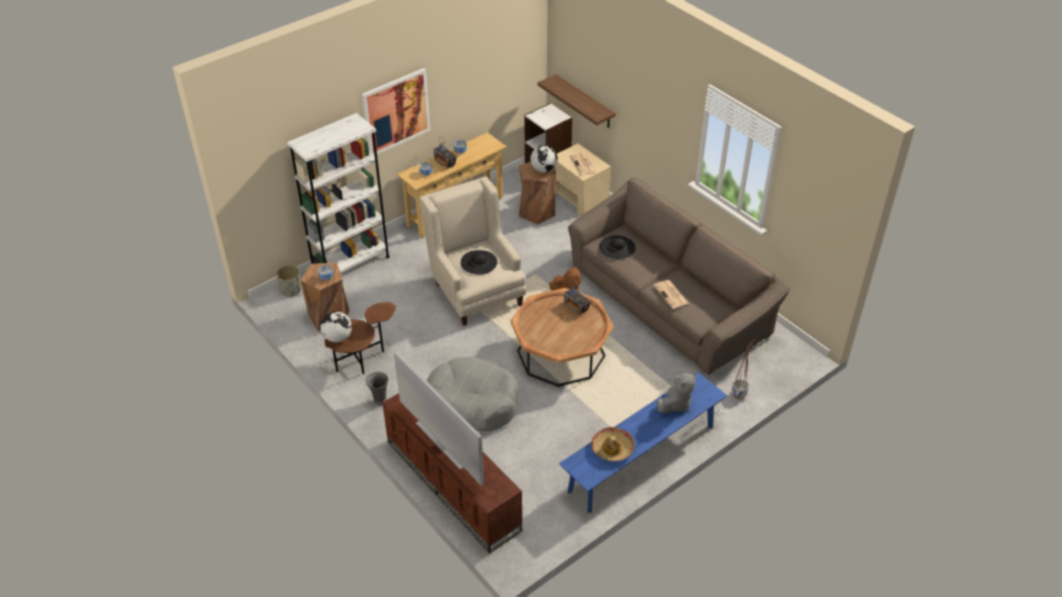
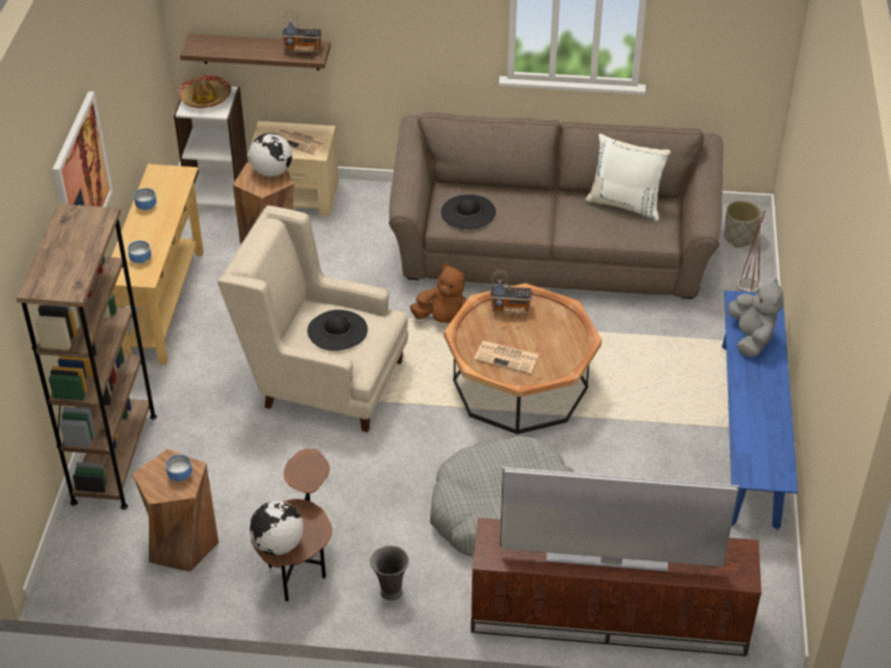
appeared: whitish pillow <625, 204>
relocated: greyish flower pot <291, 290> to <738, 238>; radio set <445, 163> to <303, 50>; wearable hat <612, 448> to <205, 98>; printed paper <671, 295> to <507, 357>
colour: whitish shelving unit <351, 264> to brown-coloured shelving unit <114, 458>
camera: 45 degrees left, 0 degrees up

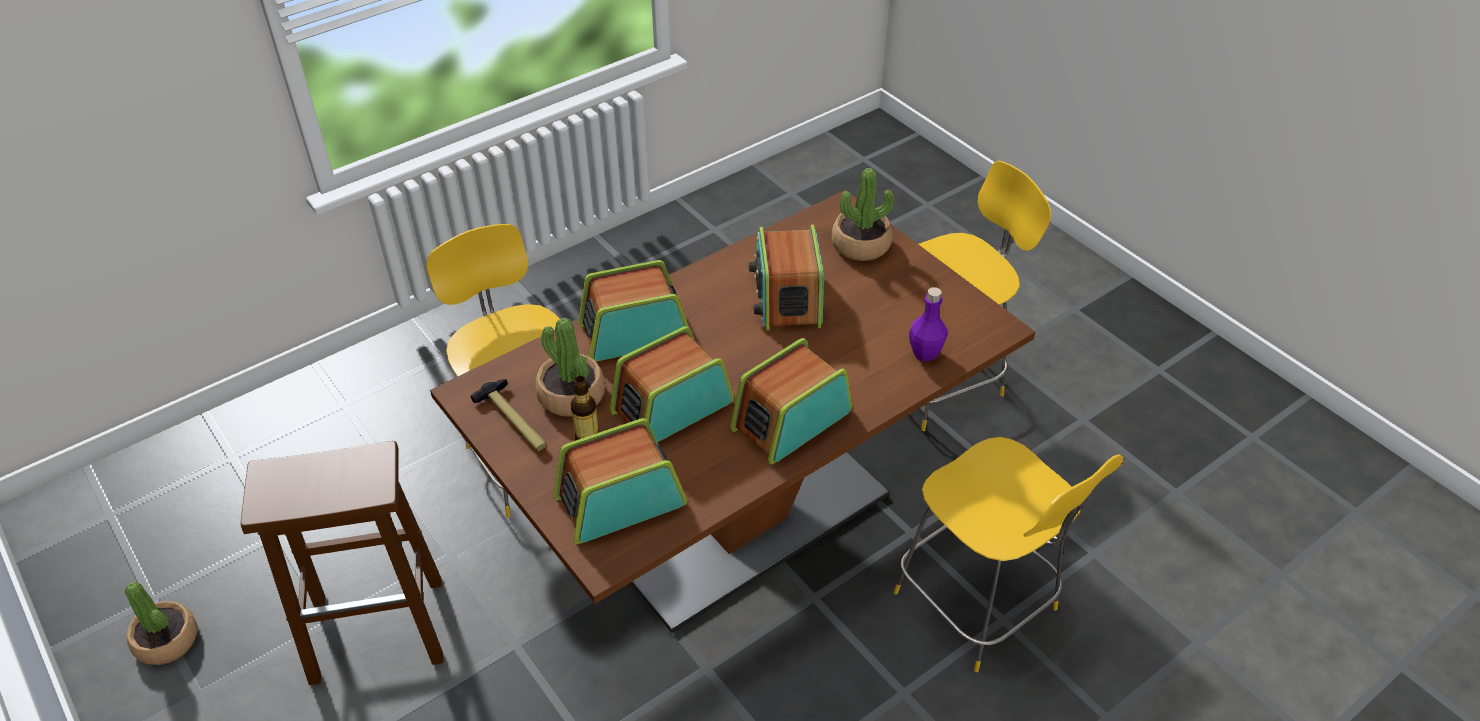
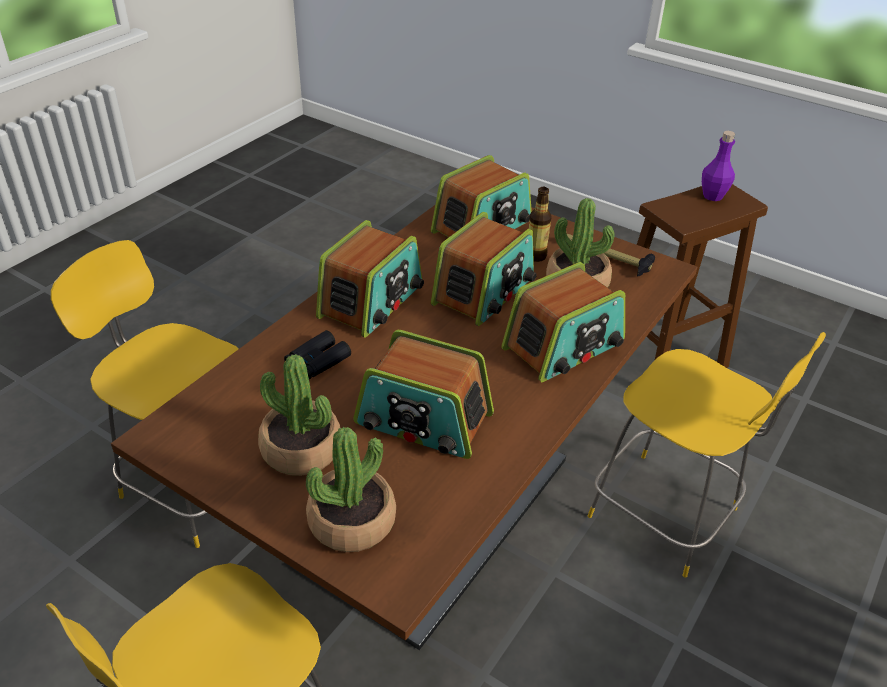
appeared: blackish pair of binoculars <317, 361>
relocated: potted plant <167, 640> to <301, 449>; purple-coloured beverage bottle <925, 353> to <712, 196>
spun: radio set <787, 297> = <423, 420> 135 degrees clockwise
camera: 160 degrees right, 5 degrees down

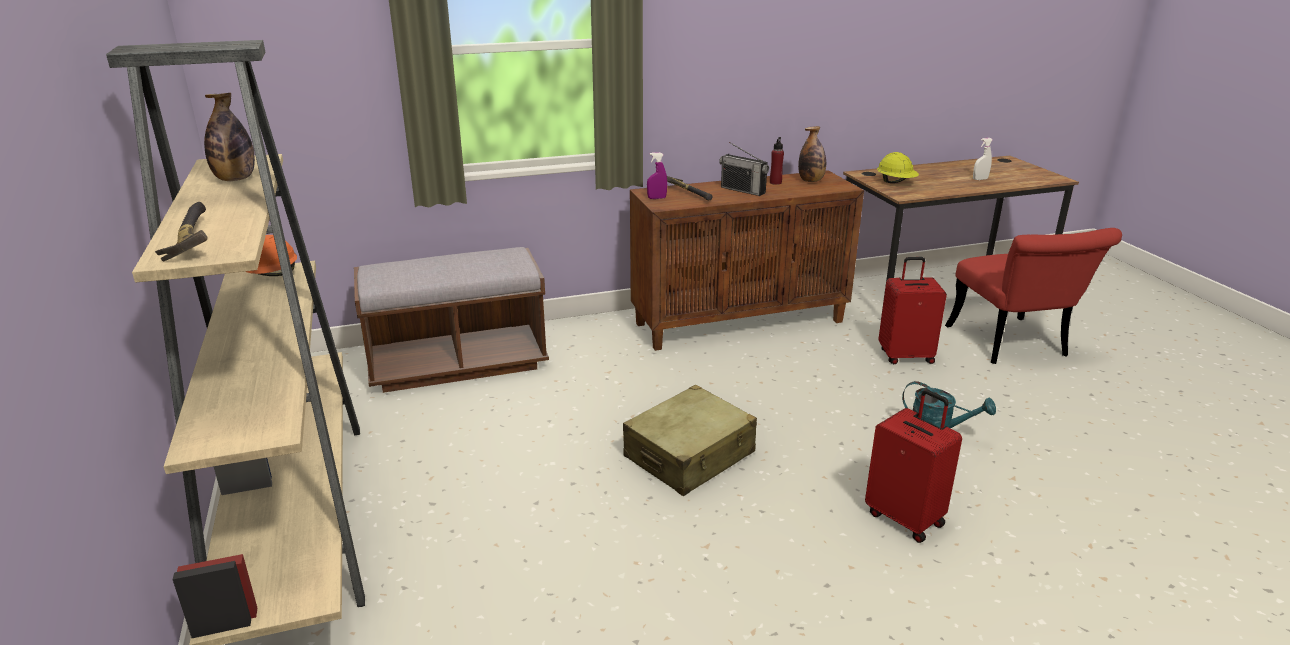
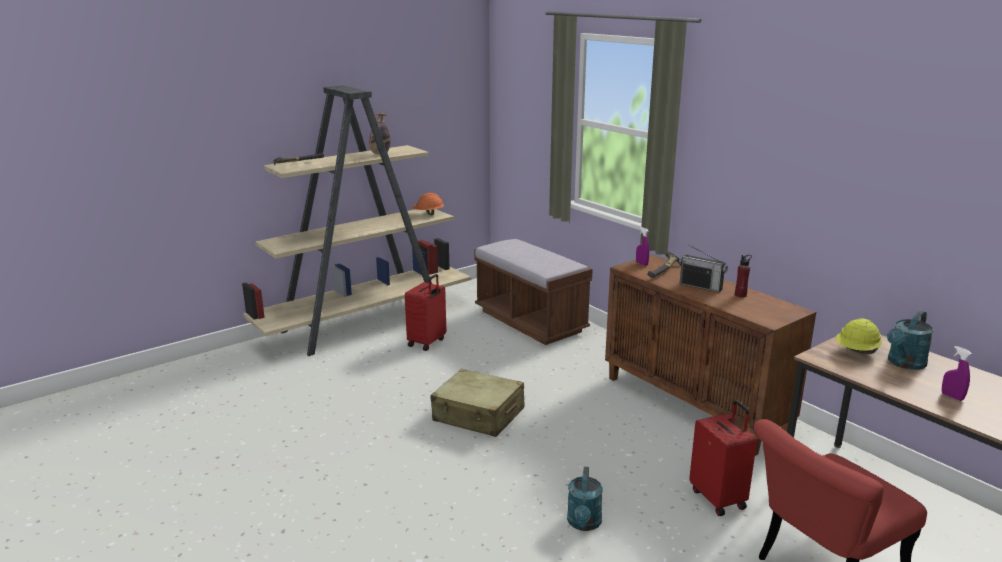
missing: beverage bottle <811, 181>
appeared: turquoise sprinkling can <904, 364>
relocated: red travel case <905, 518> to <427, 342>
colour: whitish spray bottle <980, 179> to purple-coloured spray bottle <952, 397>
spun: radio set <743, 190> = <701, 286> 75 degrees counterclockwise
camera: 70 degrees right, 5 degrees down

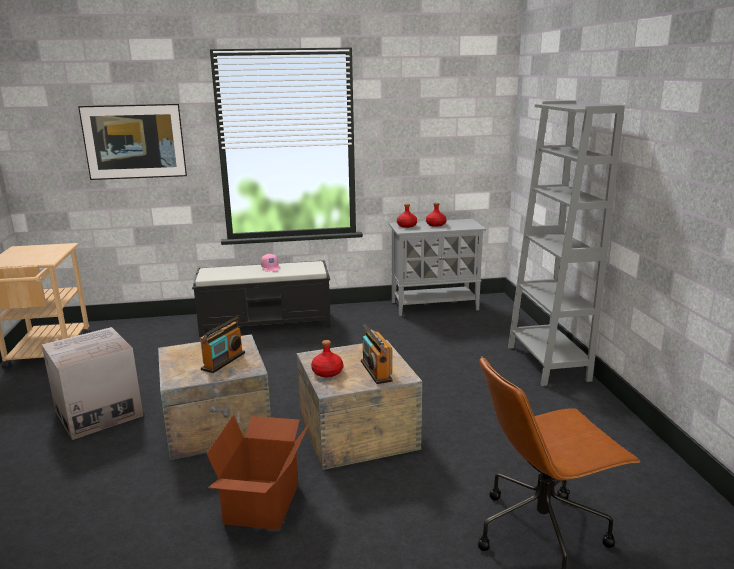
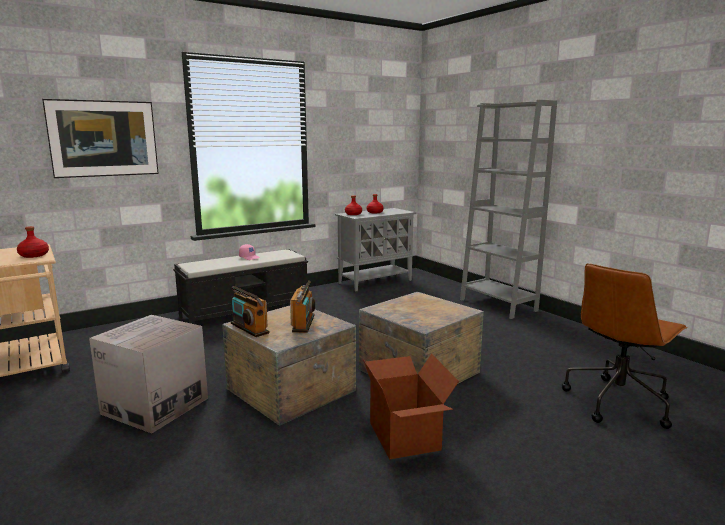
relocated: red beverage bottle <327, 372> to <34, 255>; radio set <375, 371> to <249, 328>
camera: 25 degrees left, 5 degrees down

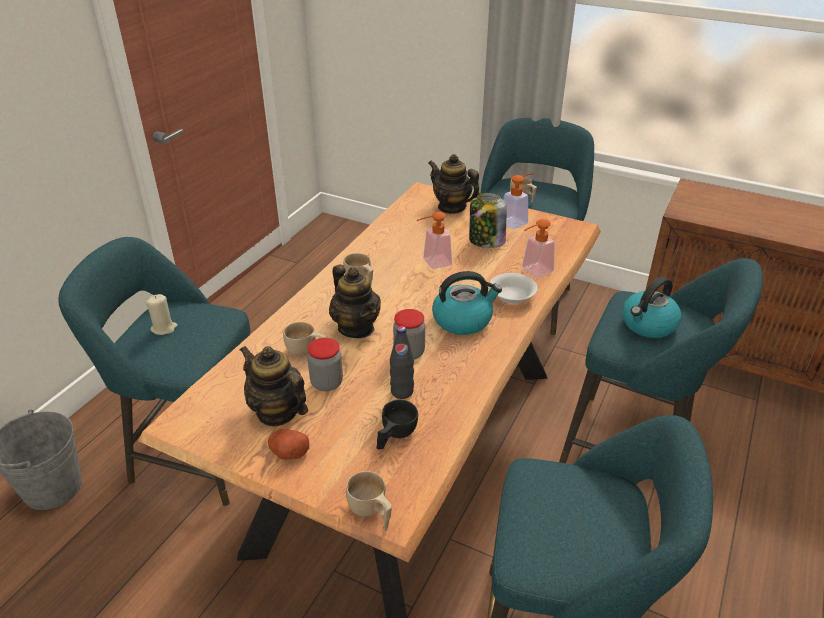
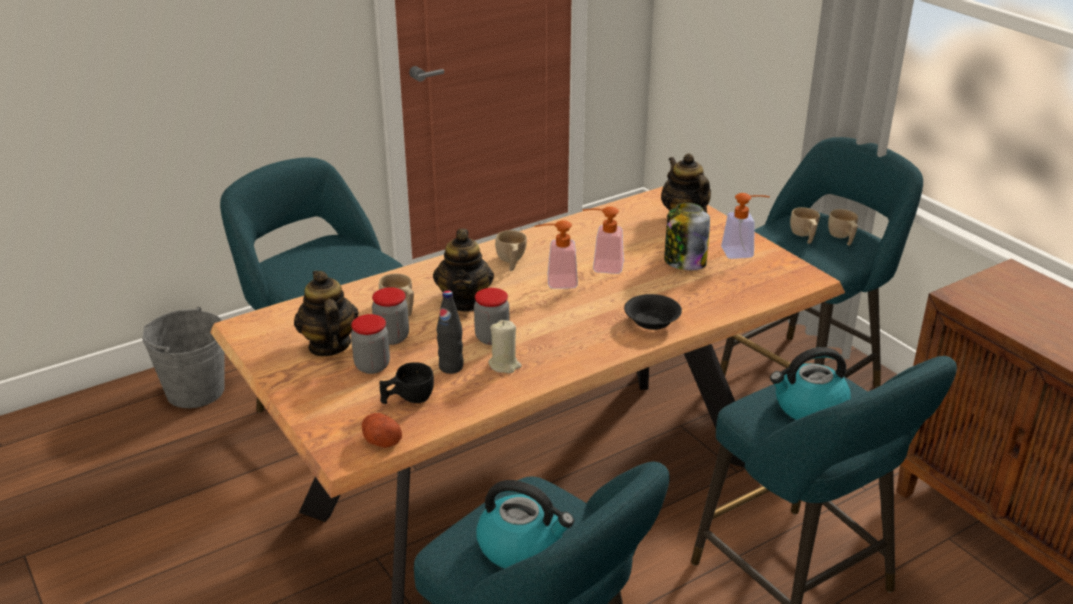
appeared: storage jar <372, 366>
relocated: beige-coloured wax candle <164, 328> to <504, 365>; spud <288, 452> to <381, 440>; beige-coloured drinking cup <371, 512> to <842, 238>; kettle <463, 320> to <521, 546>; soap bottle <533, 271> to <555, 282>
colour: whitish bowl <512, 297> to blackish bowl <651, 322>
camera: 30 degrees right, 5 degrees down

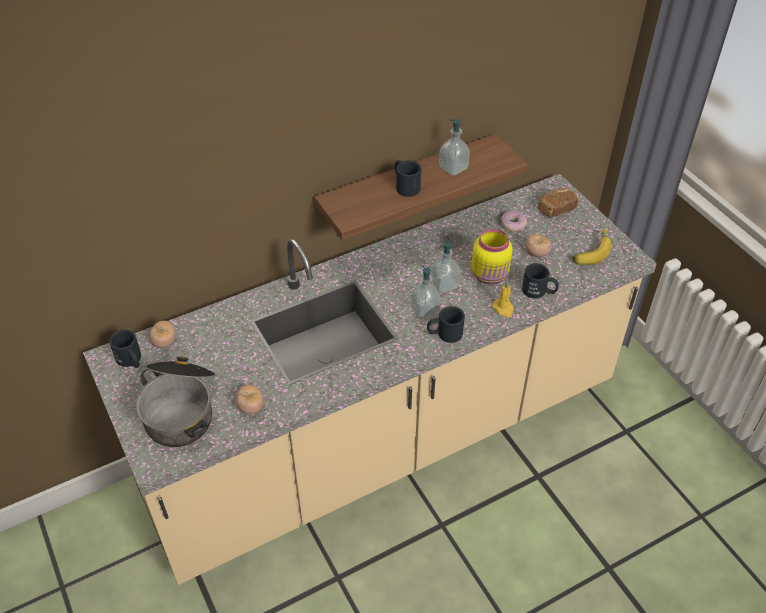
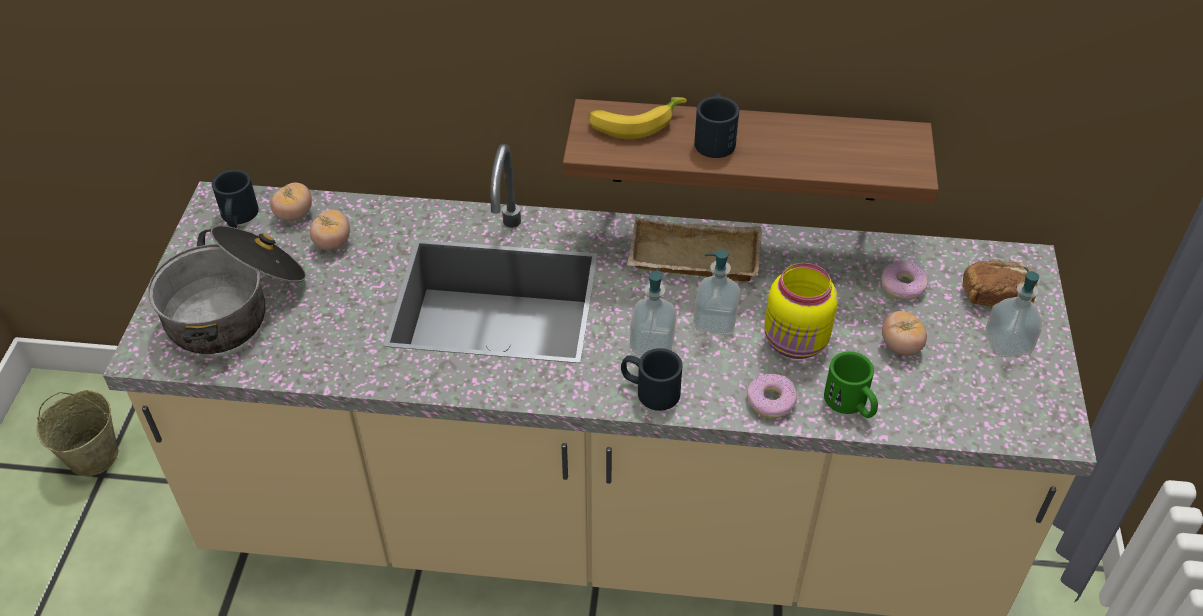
appeared: beige-coloured bucket <94, 455>; beige-coloured carrying tray <692, 260>
relocated: fresh tomato <251, 407> to <332, 243>; soap bottle <453, 168> to <1007, 343>; banana <591, 252> to <635, 122>
exchanged: yellow wax candle <503, 309> to doughnut <770, 401>
colour: blackish mug <539, 291> to green mug <851, 404>
camera: 35 degrees right, 0 degrees up

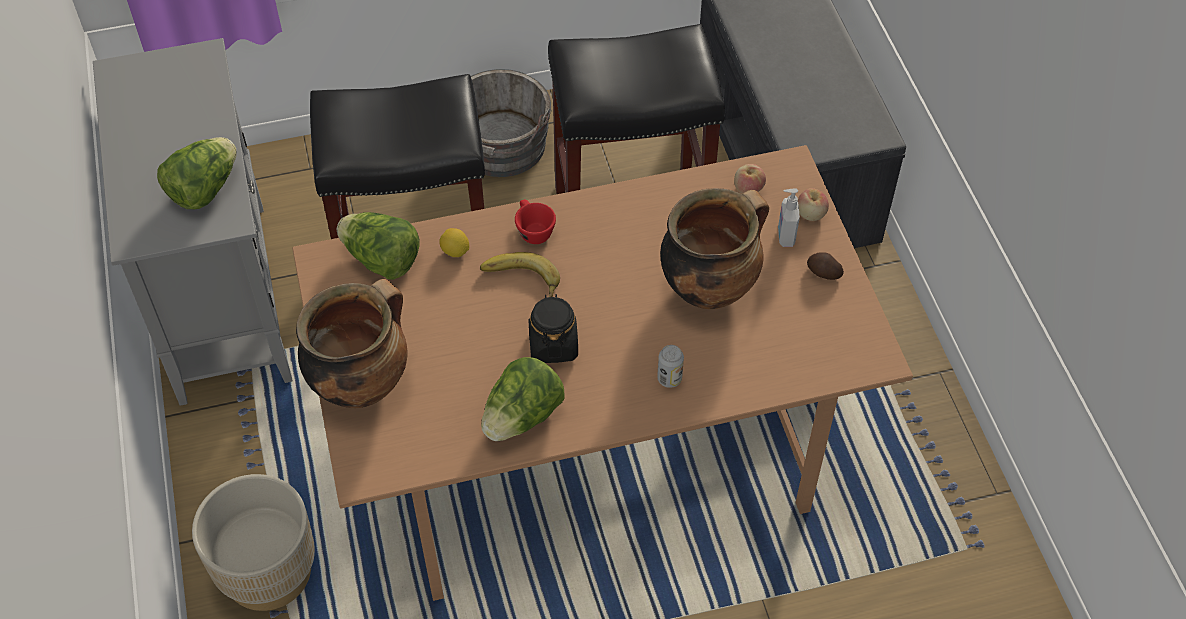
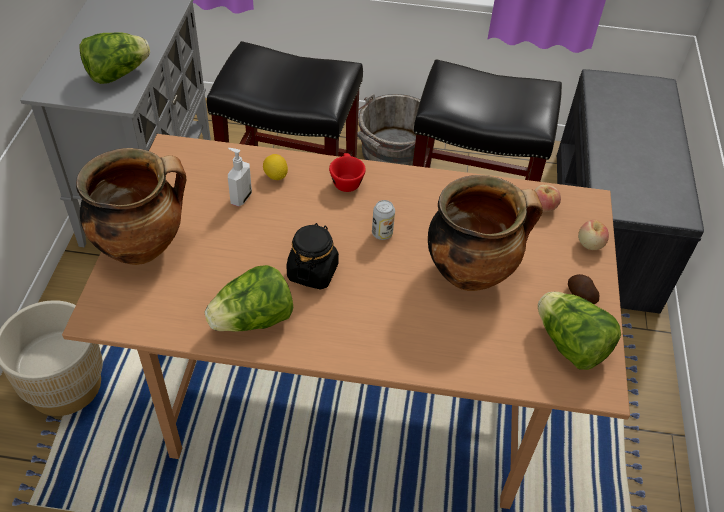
missing: banana <520, 281>
relocated: lettuce head <381, 260> to <570, 345>; sealed can <669, 379> to <382, 233>; soap bottle <785, 236> to <240, 198>
camera: 20 degrees right, 5 degrees down

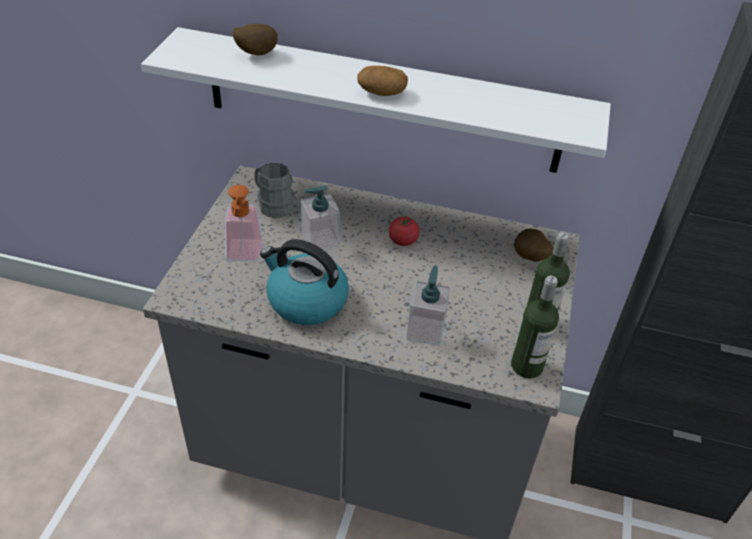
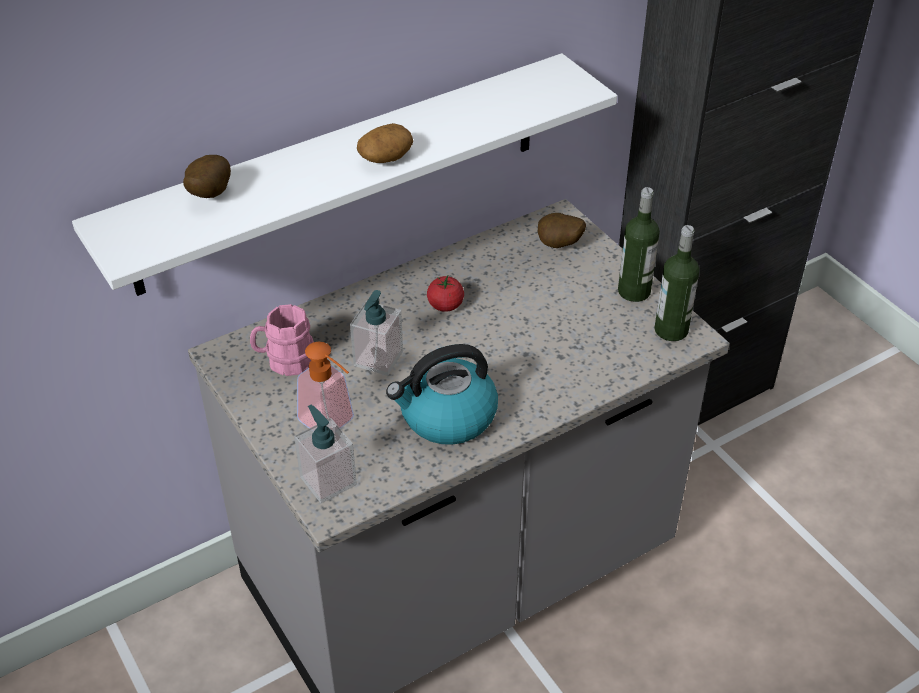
relocated: soap bottle <425, 330> to <328, 480>
colour: greyish mug <273, 205> to pink mug <284, 361>
camera: 45 degrees left, 0 degrees up

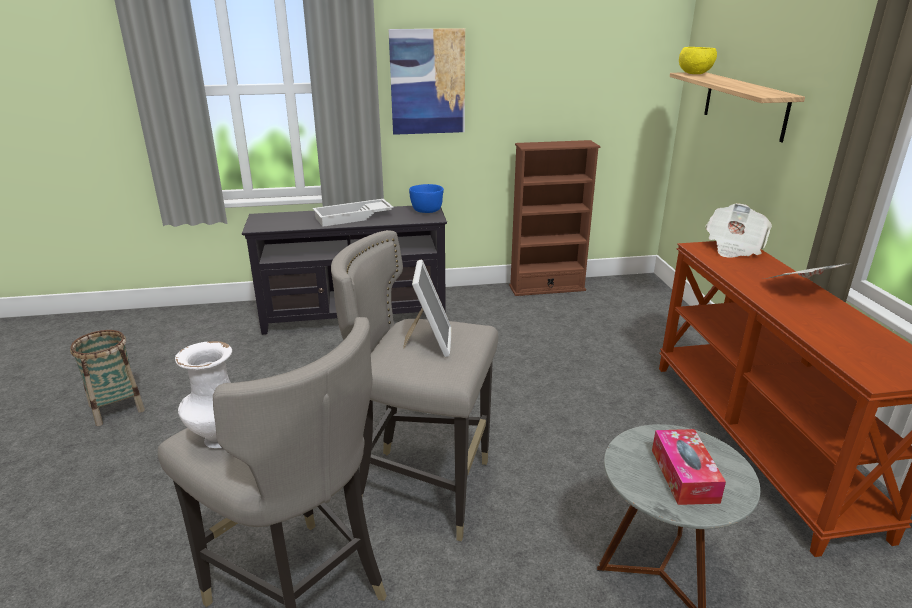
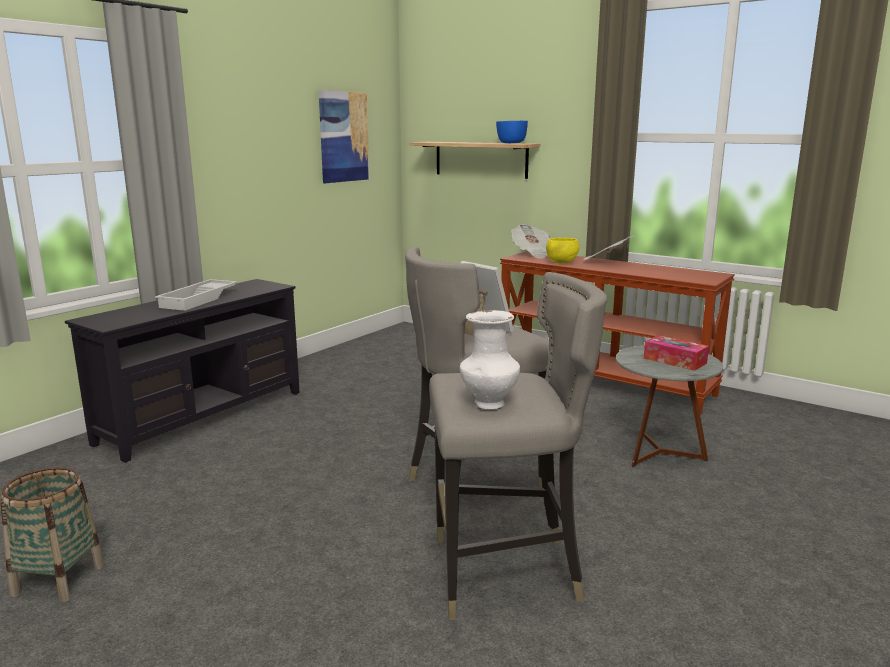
missing: brown-coloured shelving unit <547, 288>
relocated: wall art <427, 82> to <343, 137>; blue bowl <426, 211> to <511, 143>; yellow bowl <694, 73> to <561, 262>
camera: 45 degrees left, 10 degrees down

